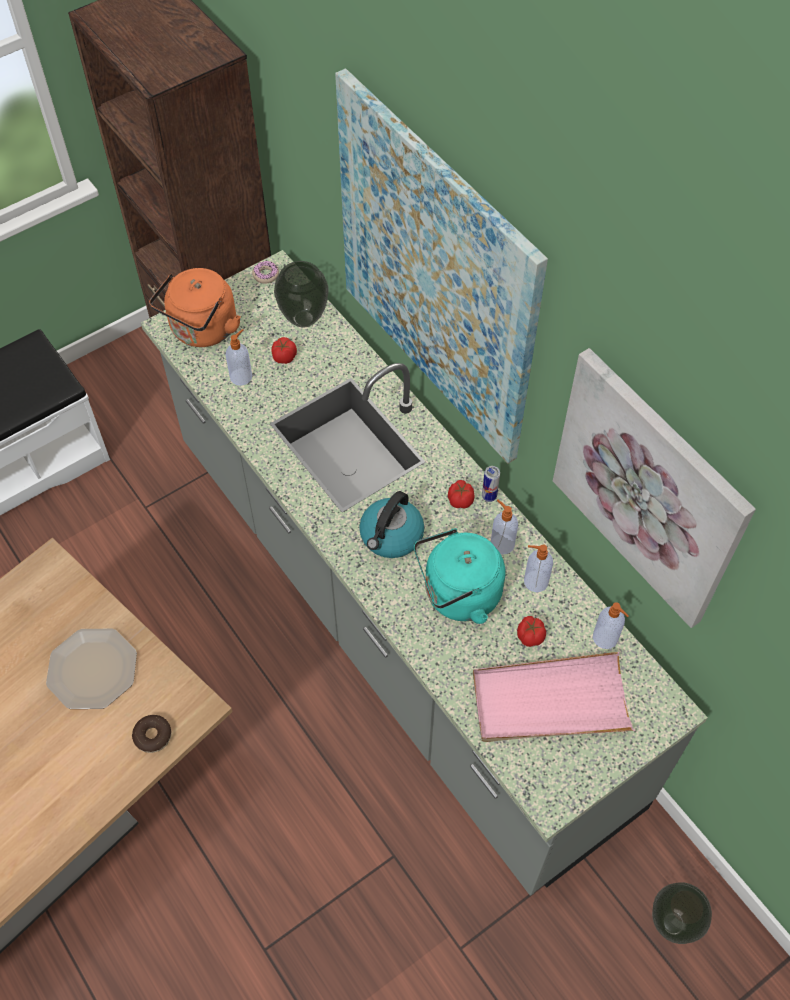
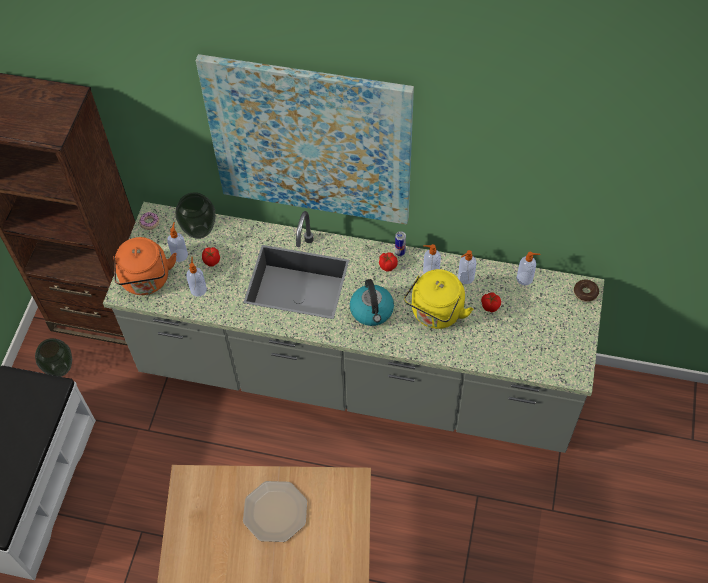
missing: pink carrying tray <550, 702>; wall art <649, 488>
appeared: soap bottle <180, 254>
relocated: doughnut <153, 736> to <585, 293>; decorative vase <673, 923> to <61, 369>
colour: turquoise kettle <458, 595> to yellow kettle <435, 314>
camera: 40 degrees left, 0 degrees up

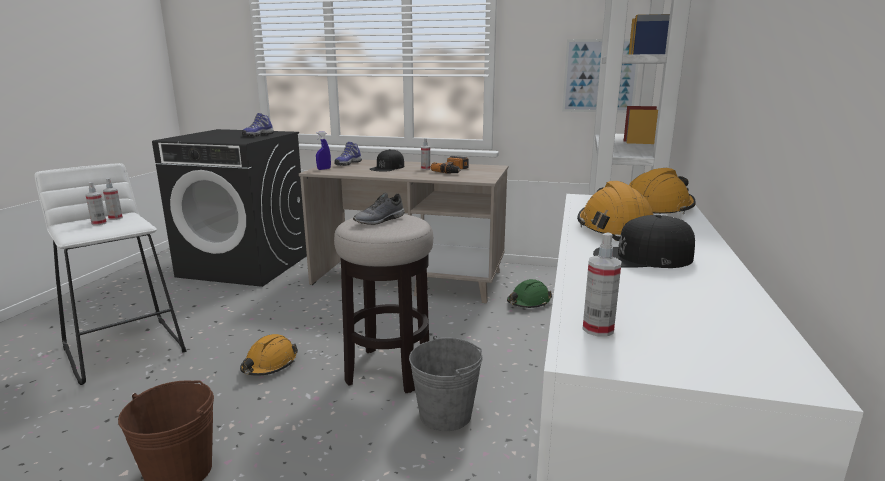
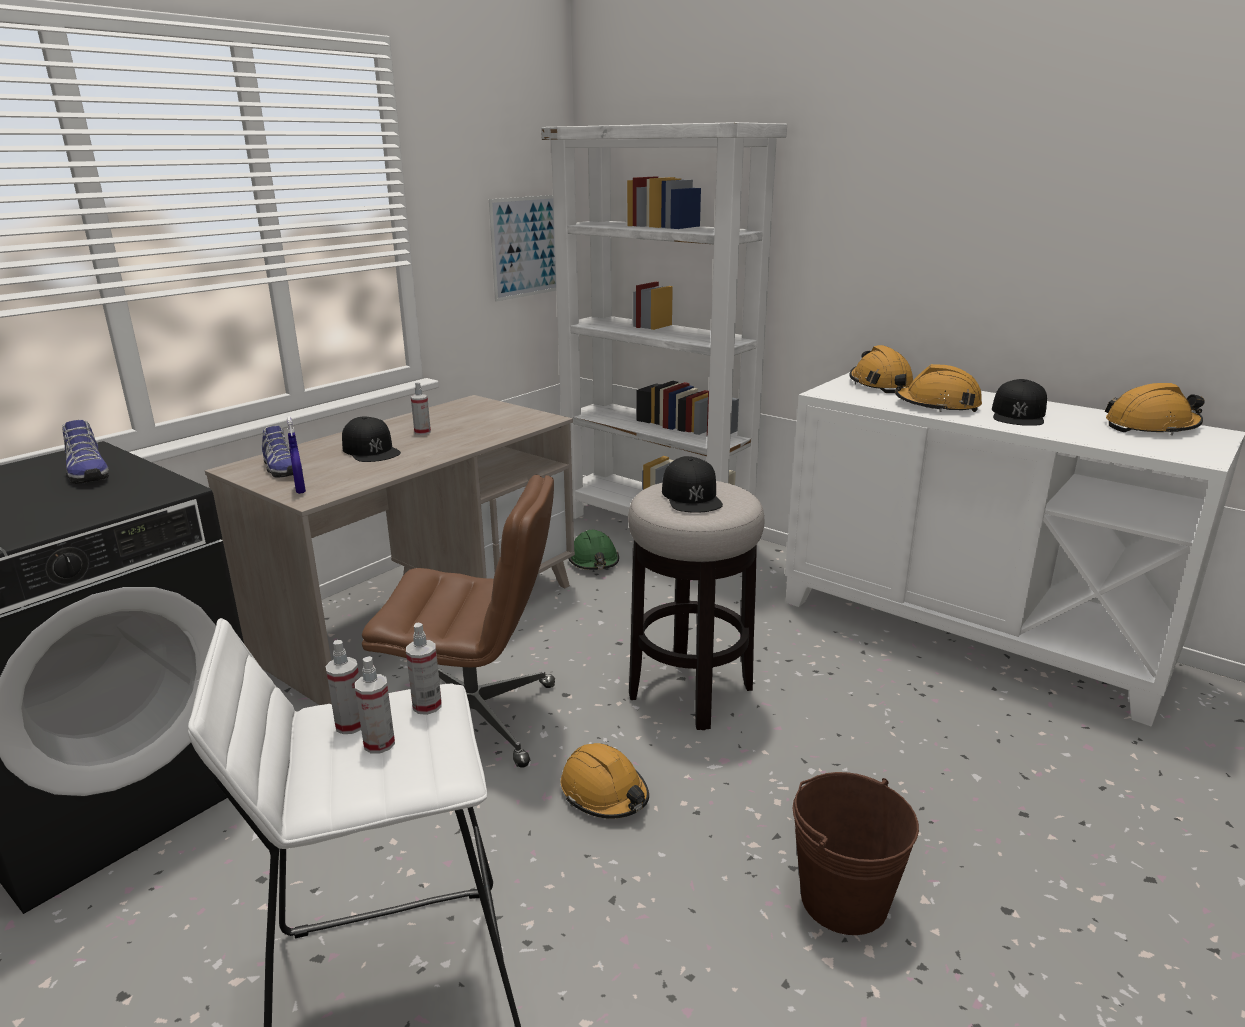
missing: greyish bucket <445, 414>; drill <453, 170>
appeared: brown-coloured office chair <476, 719>; orange safety helmet <1151, 427>
relocated: spray bottle <598, 329> to <427, 705>
exchanged: greyish low shoe <380, 220> to blackish cap <692, 496>
camera: 65 degrees left, 5 degrees up

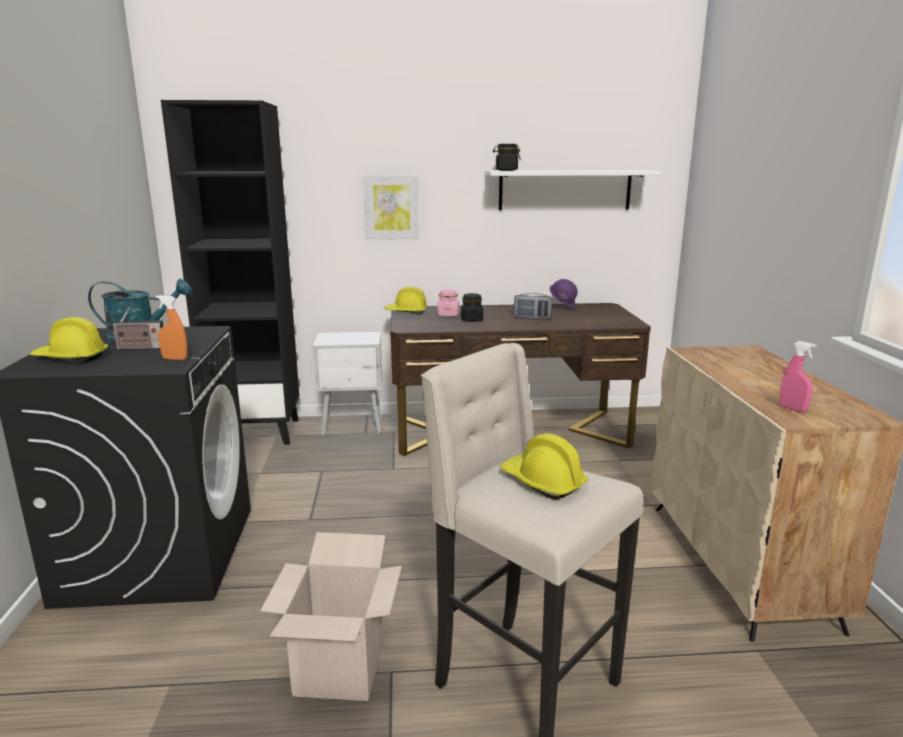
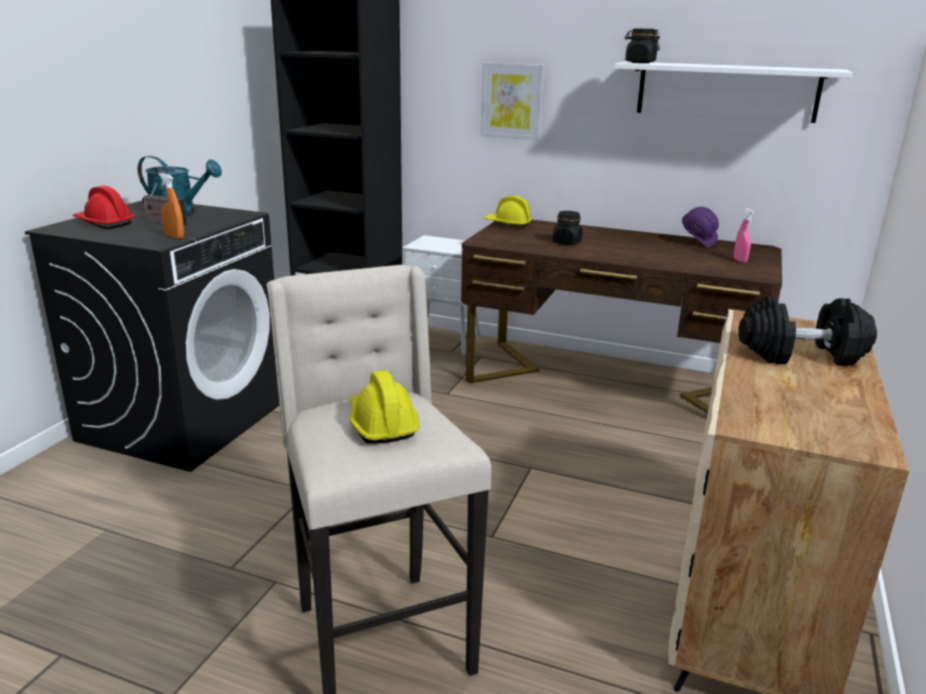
missing: carton <339, 668>; pink storage jar <448, 315>; radio set <532, 317>
appeared: blackish dumbbell <801, 354>
relocated: pink spray bottle <792, 409> to <740, 261>
colour: yellow safety helmet <71, 358> to red safety helmet <104, 223>
camera: 25 degrees right, 5 degrees up

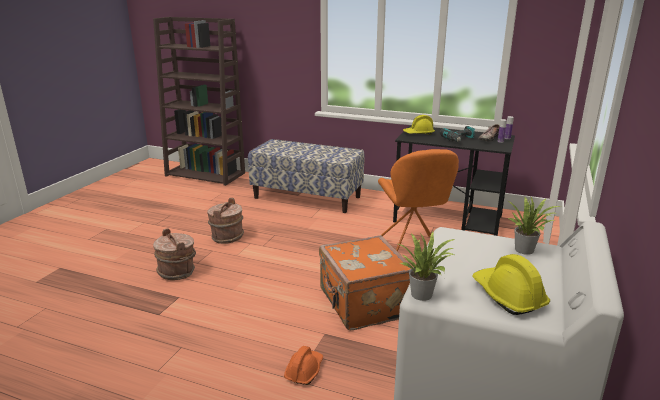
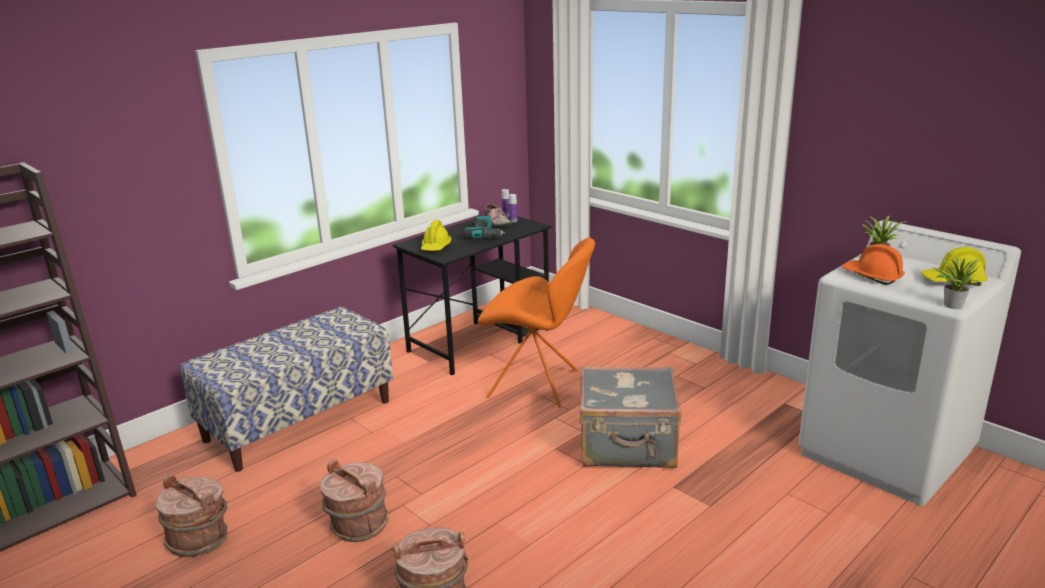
appeared: brown-coloured bucket <199, 539>
relocated: orange safety helmet <304, 370> to <872, 276>
colour: orange travel case <362, 304> to greyish travel case <628, 446>
camera: 65 degrees left, 0 degrees up

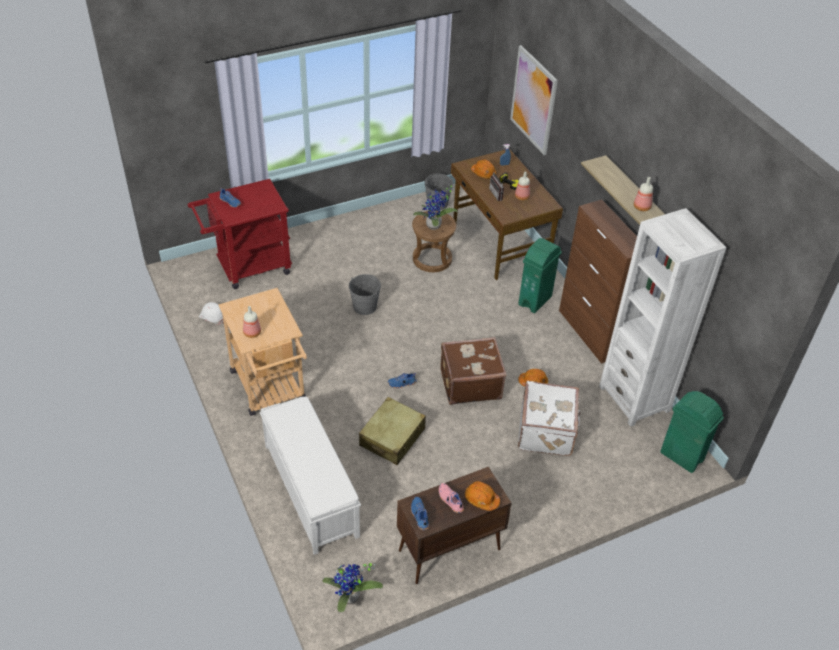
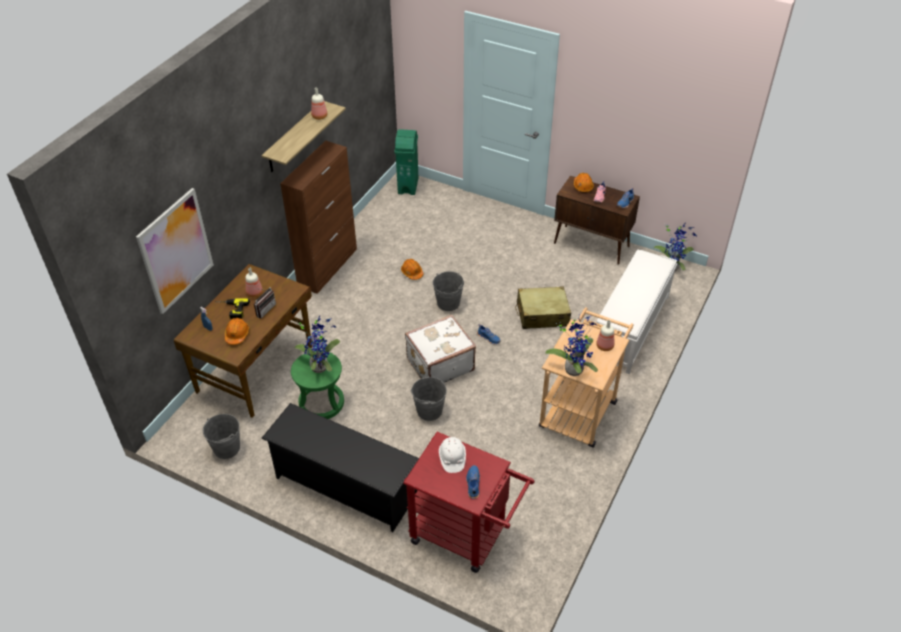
missing: green trash can <535, 300>; whitish shelving unit <634, 398>
appeared: blackish shoe stand <345, 487>; potted plant <574, 368>
relocated: whitish safety helmet <212, 317> to <452, 458>; whitish travel case <547, 431> to <439, 364>
exchanged: brown-coloured travel case <469, 383> to greyish bucket <448, 303>
colour: brown-coloured stool seat <432, 259> to green stool seat <321, 403>
camera: 125 degrees left, 0 degrees up

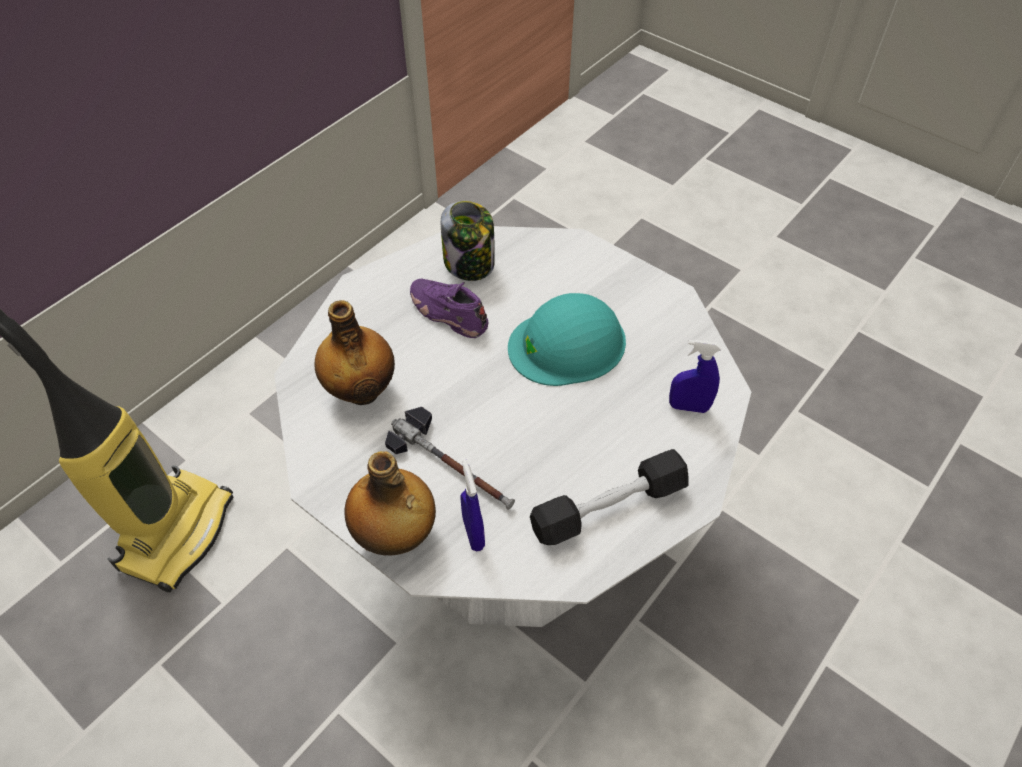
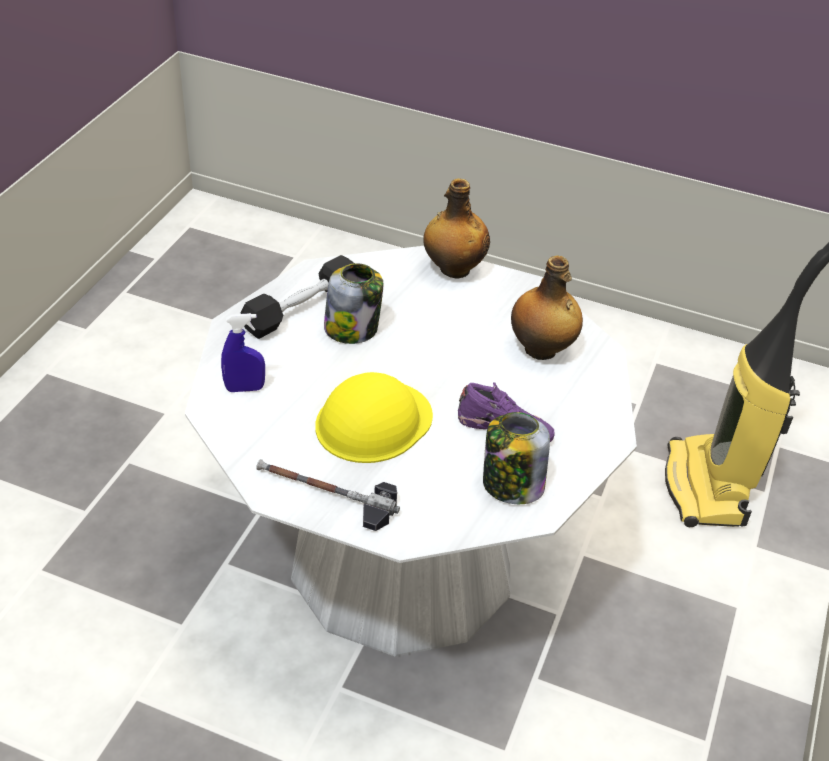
missing: blue spray bottle <473, 533>
appeared: storage jar <352, 328>
relocated: tool hammer <453, 465> to <326, 494>
colour: turquoise safety helmet <568, 344> to yellow safety helmet <373, 421>
camera: 160 degrees right, 10 degrees down

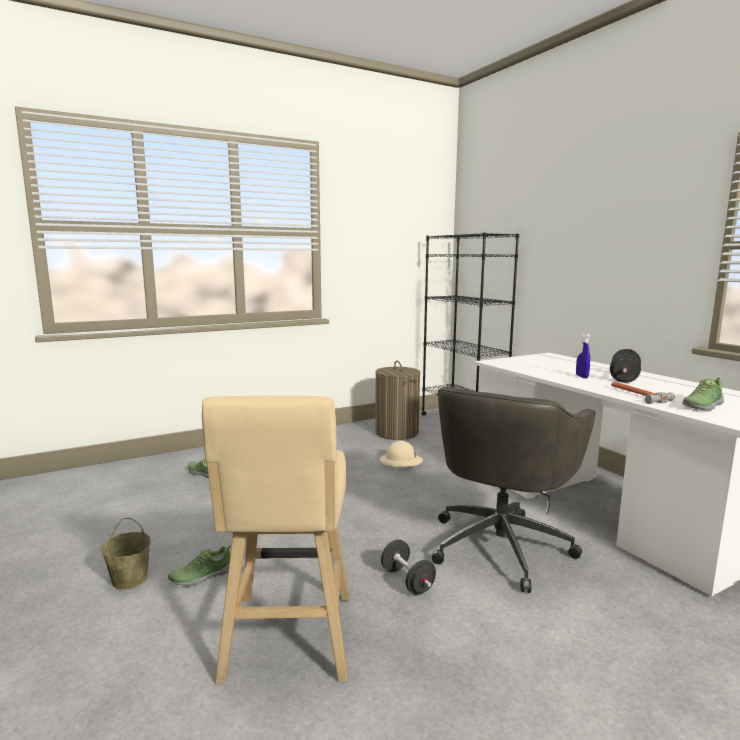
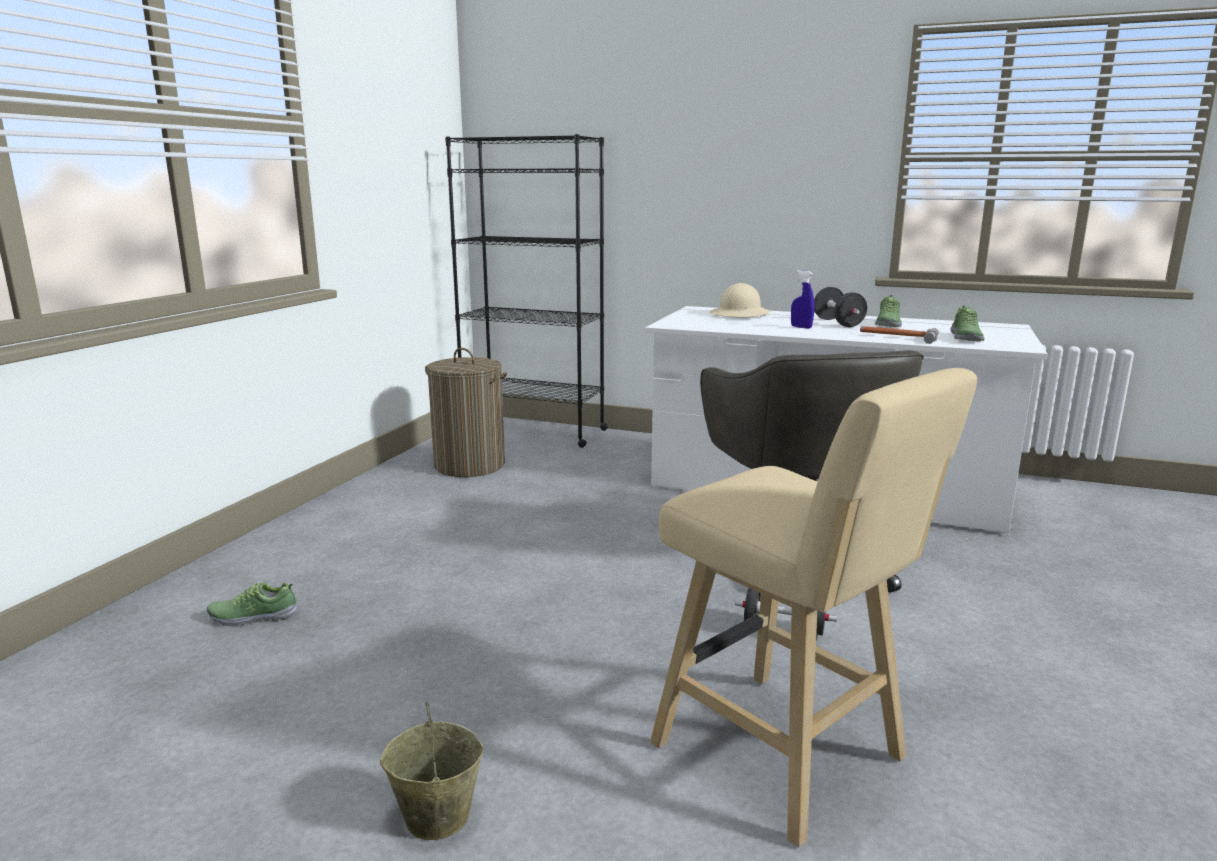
relocated: low shoe <201, 576> to <887, 324>; beige-coloured safety helmet <401, 461> to <740, 314>
camera: 40 degrees left, 5 degrees up

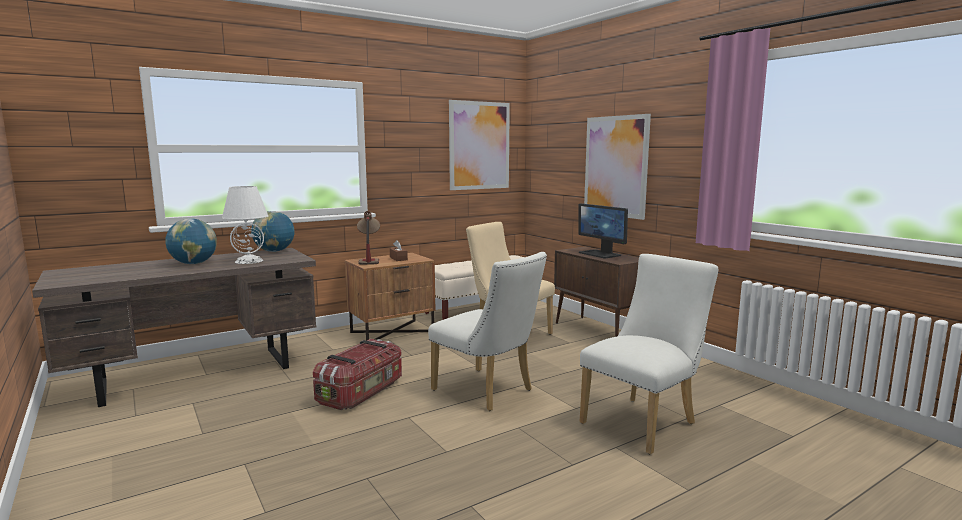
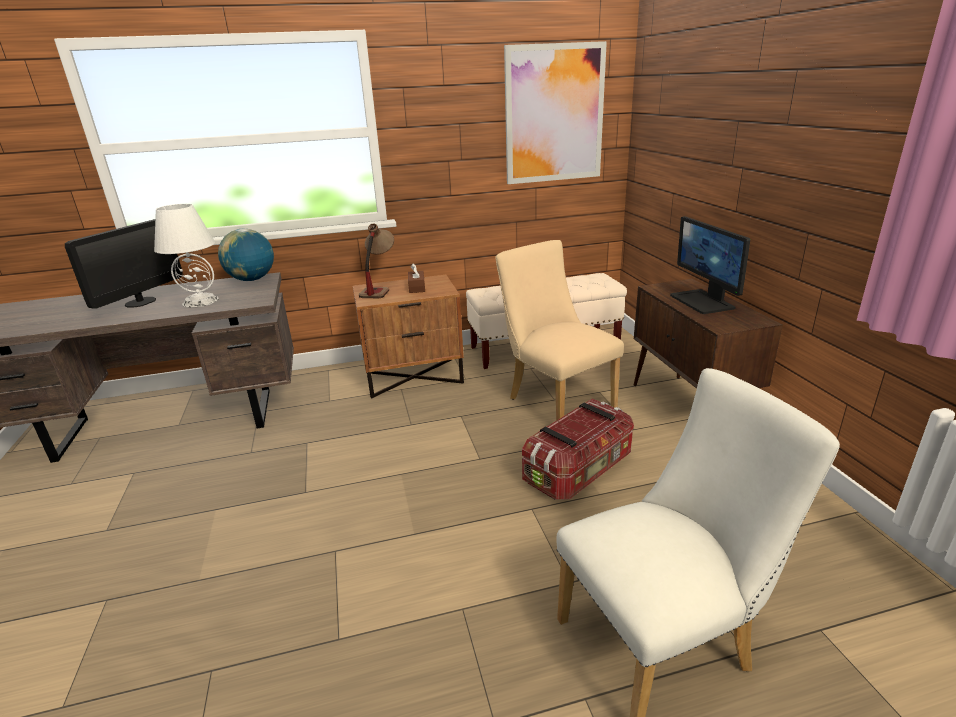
missing: whitish chair <488, 392>; wall art <615, 166>
relocated: storage box <362, 392> to <579, 470>
exchanged: world globe <193, 263> to computer display <140, 302>
camera: 20 degrees right, 15 degrees up

